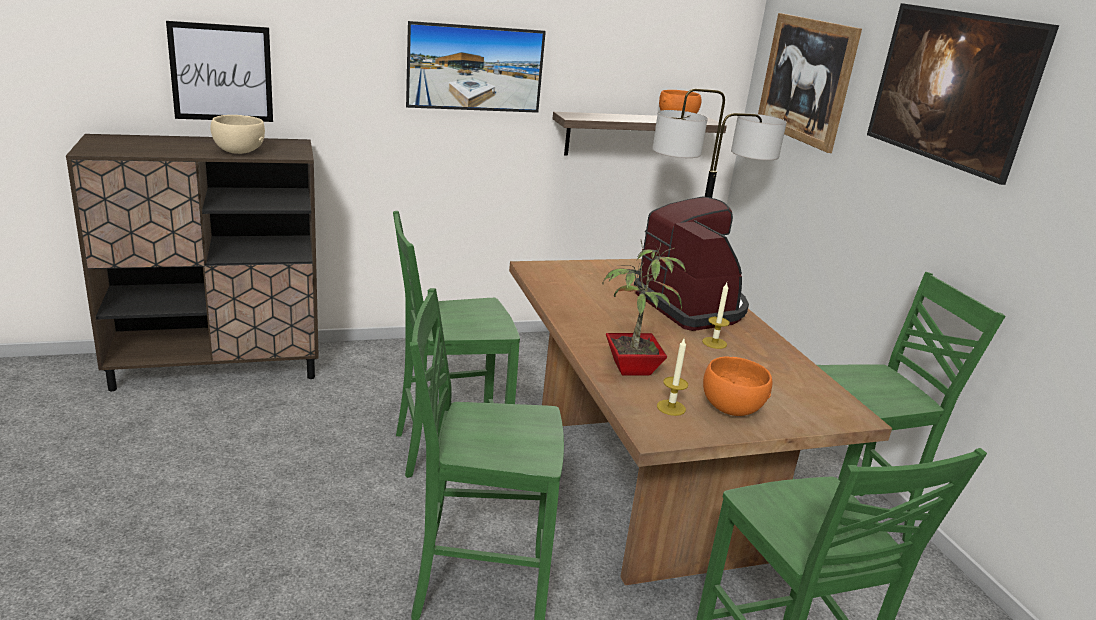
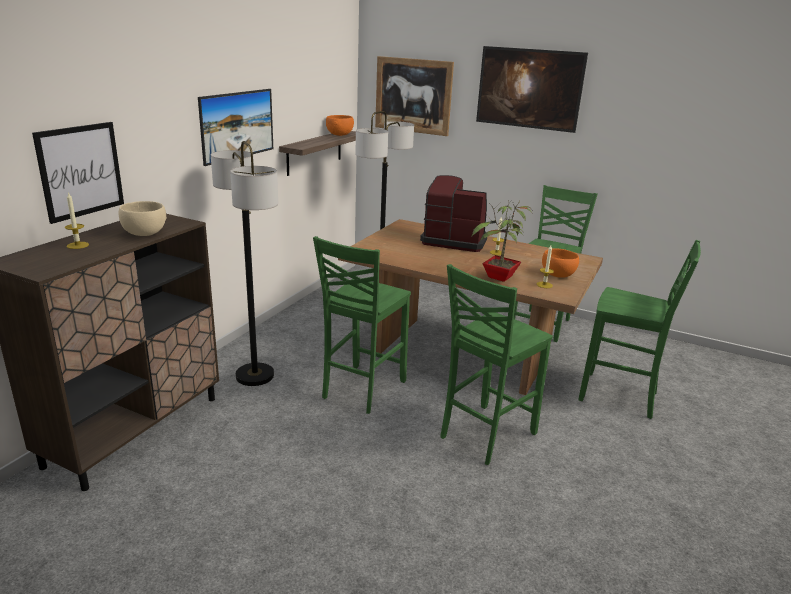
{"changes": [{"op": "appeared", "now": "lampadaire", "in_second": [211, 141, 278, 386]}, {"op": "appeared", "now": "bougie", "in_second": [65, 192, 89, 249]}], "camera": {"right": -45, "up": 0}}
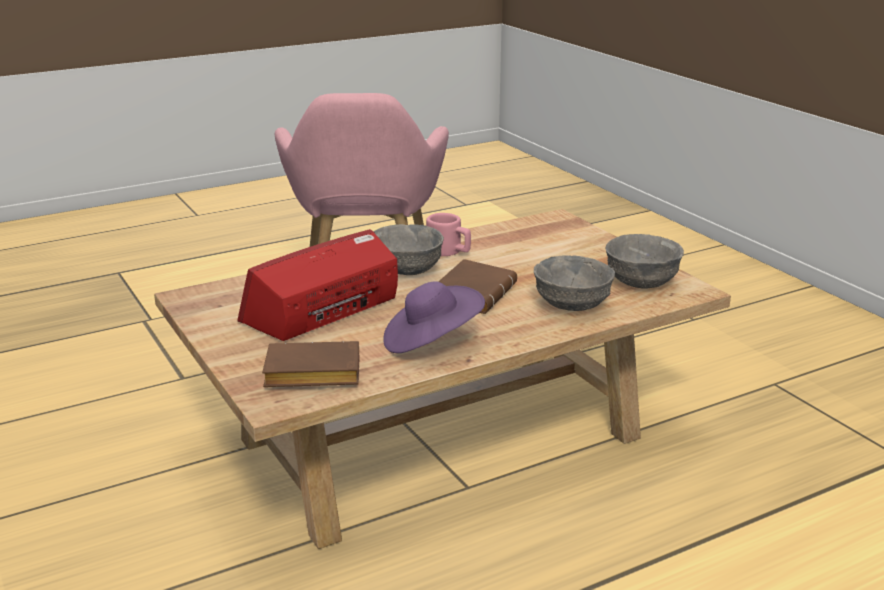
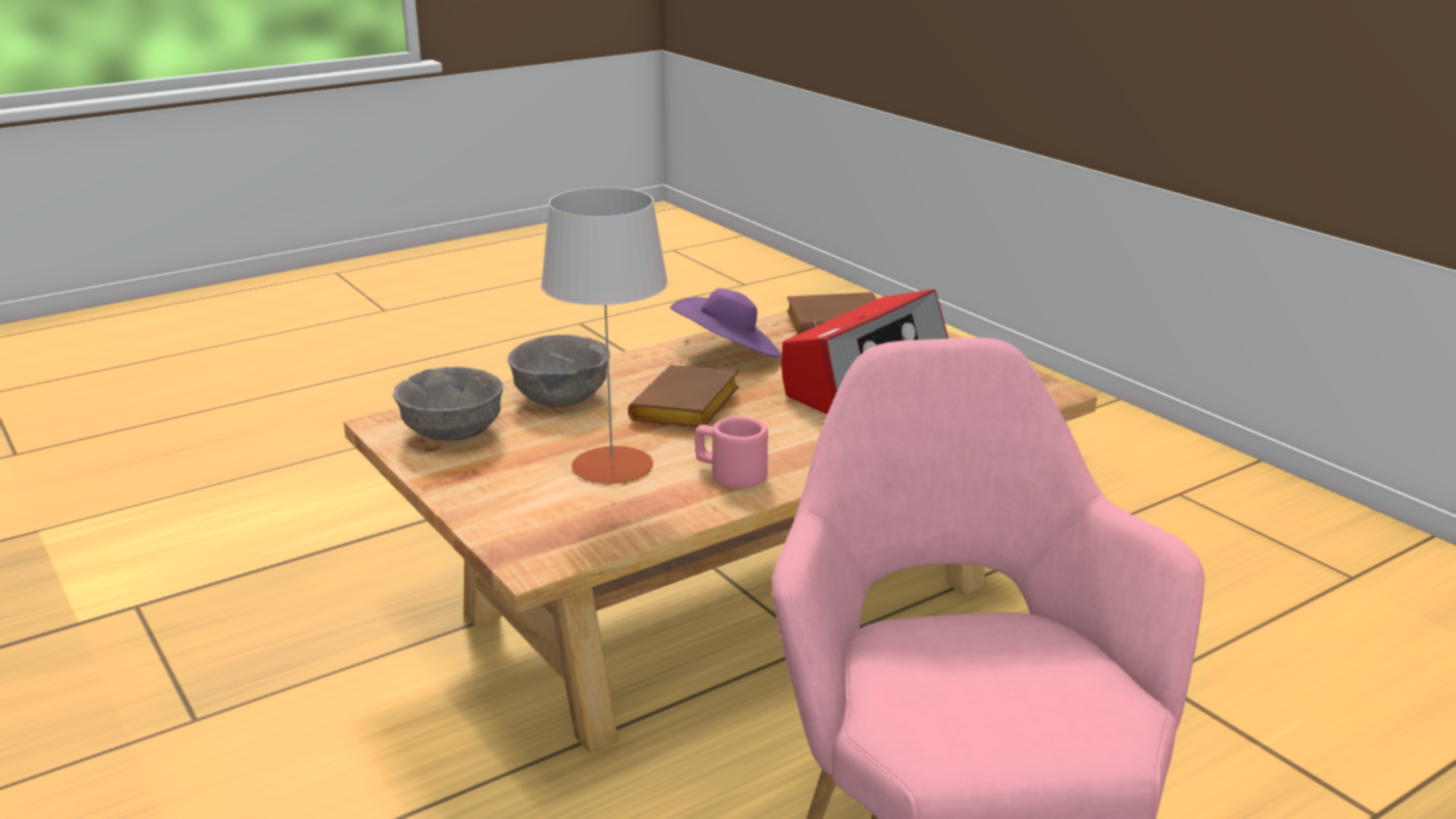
{"changes": [{"op": "missing", "was": "bol (gris)", "in_first": [373, 224, 444, 275]}, {"op": "appeared", "now": "lampe de table (gris)", "in_second": [541, 187, 668, 484]}], "camera": {"right": 175, "up": 0}}
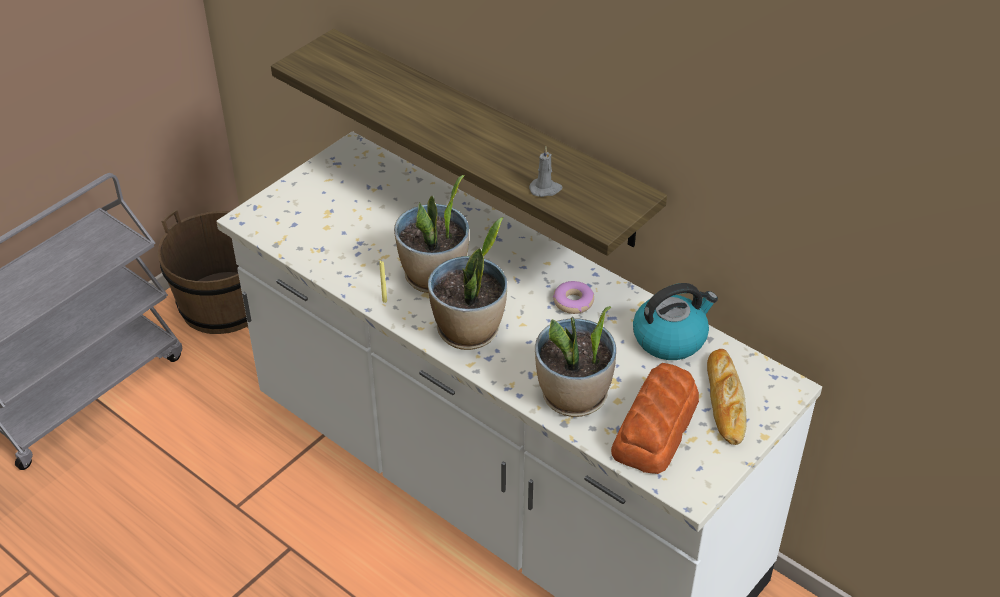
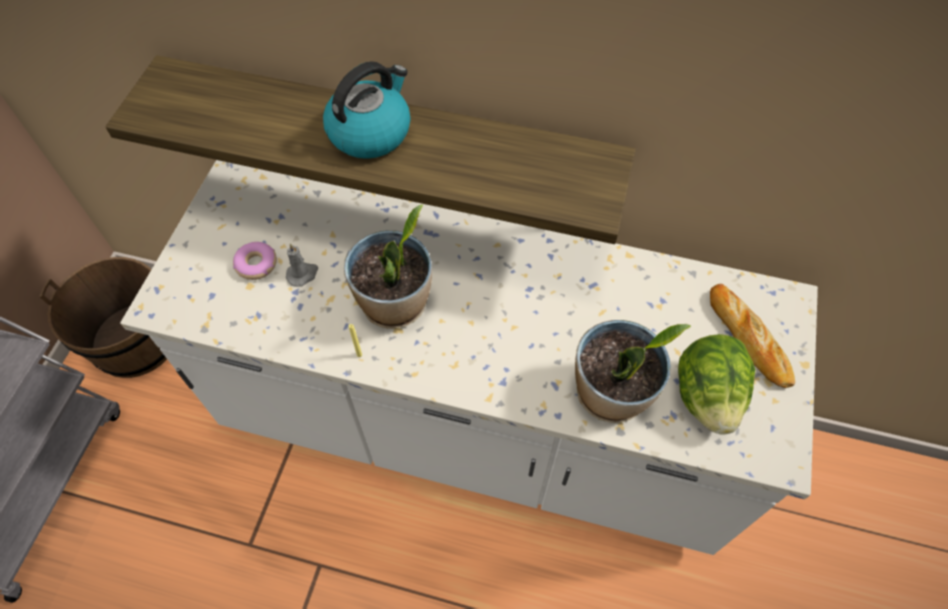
{"changes": [{"op": "relocated", "was": "bougie (gris)", "in_first": [529, 146, 562, 197], "in_second": [286, 243, 318, 287]}, {"op": "missing", "was": "plante en pot", "in_first": [428, 217, 507, 350]}, {"op": "relocated", "was": "beignet", "in_first": [553, 281, 594, 314], "in_second": [233, 242, 277, 280]}, {"op": "relocated", "was": "bouilloire", "in_first": [633, 283, 718, 360], "in_second": [323, 61, 410, 159]}, {"op": "exchanged", "was": "pain", "now": "laitue", "in_first": [611, 363, 699, 474], "in_second": [678, 334, 755, 435]}], "camera": {"right": -25, "up": 15}}
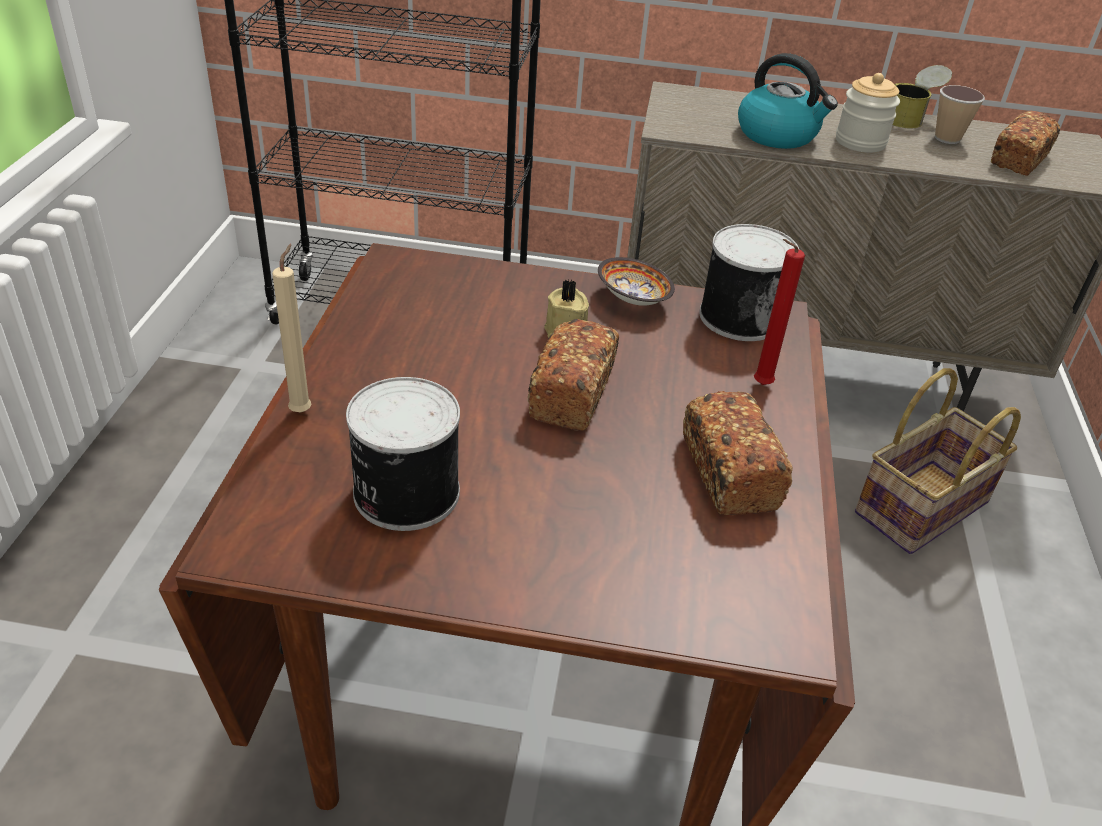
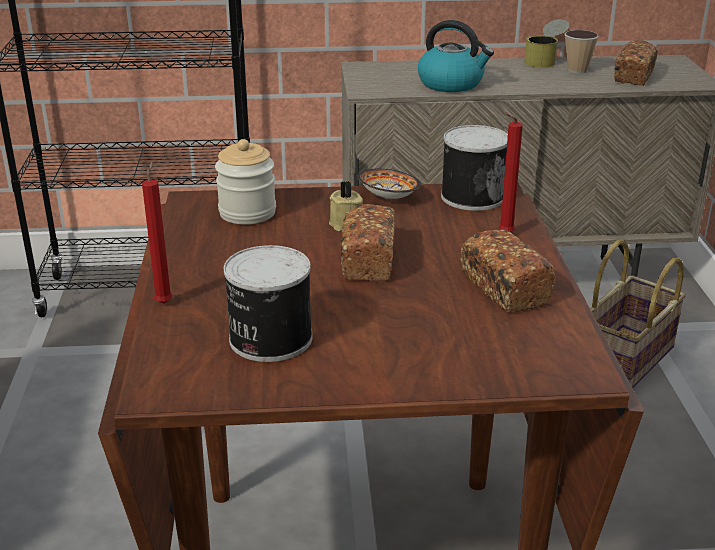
{"changes": [{"op": "relocated", "was": "bocal", "in_first": [836, 73, 900, 152], "in_second": [215, 139, 276, 224]}, {"op": "colour", "was": "bougie (beige)", "now": "bougie (rouge)", "in_first": [272, 244, 312, 413], "in_second": [142, 161, 173, 304]}], "camera": {"right": -10, "up": -10}}
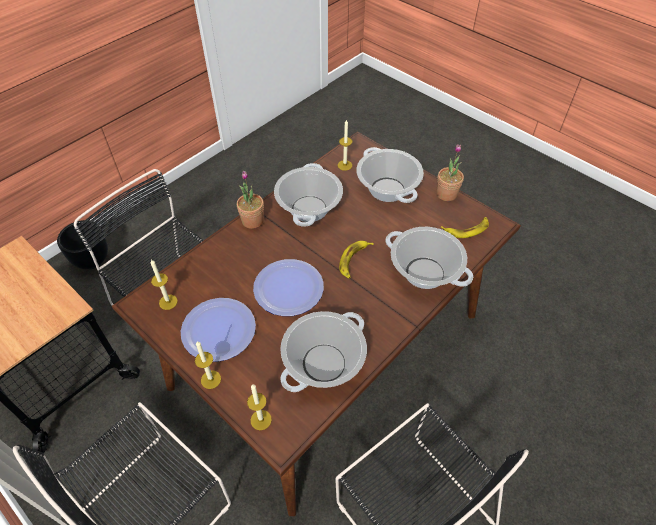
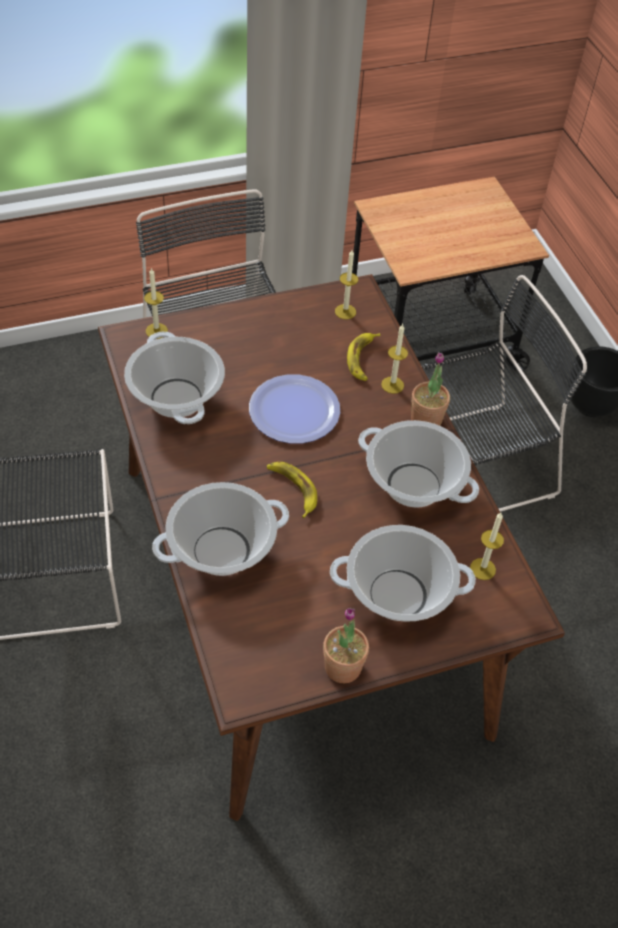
{"changes": [{"op": "relocated", "was": "banane", "in_first": [441, 217, 489, 238], "in_second": [347, 333, 380, 381]}, {"op": "missing", "was": "assiette", "in_first": [181, 298, 256, 362]}, {"op": "relocated", "was": "bougie", "in_first": [195, 341, 221, 389], "in_second": [381, 324, 408, 394]}], "camera": {"right": 115, "up": 0}}
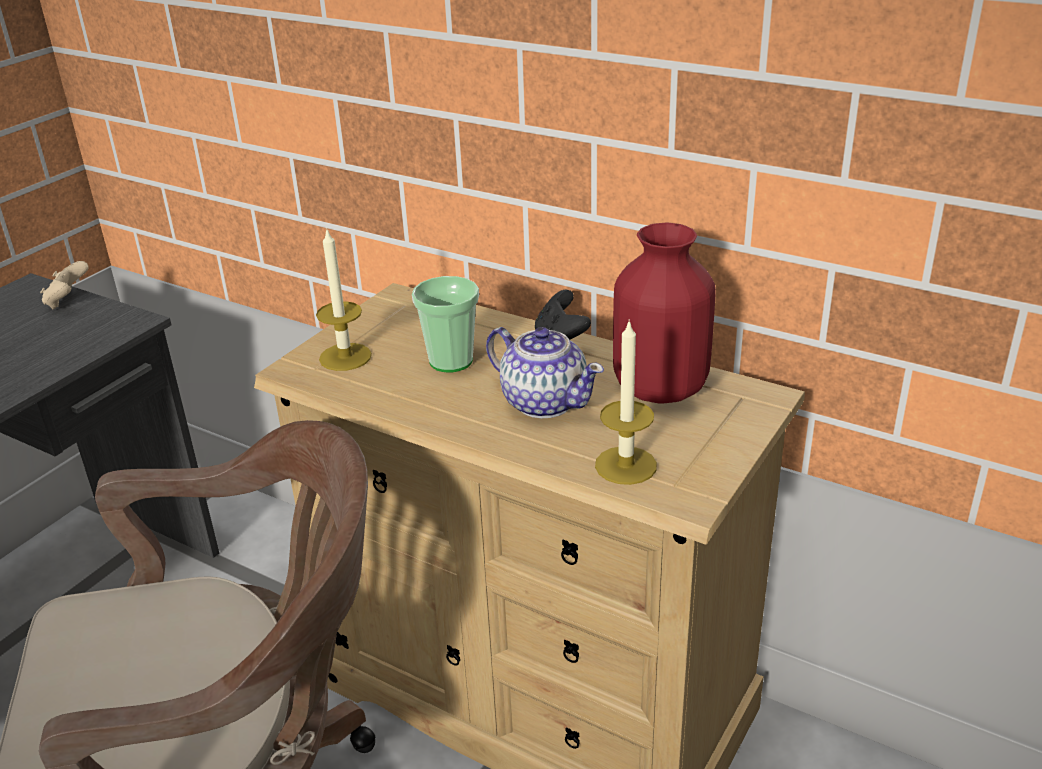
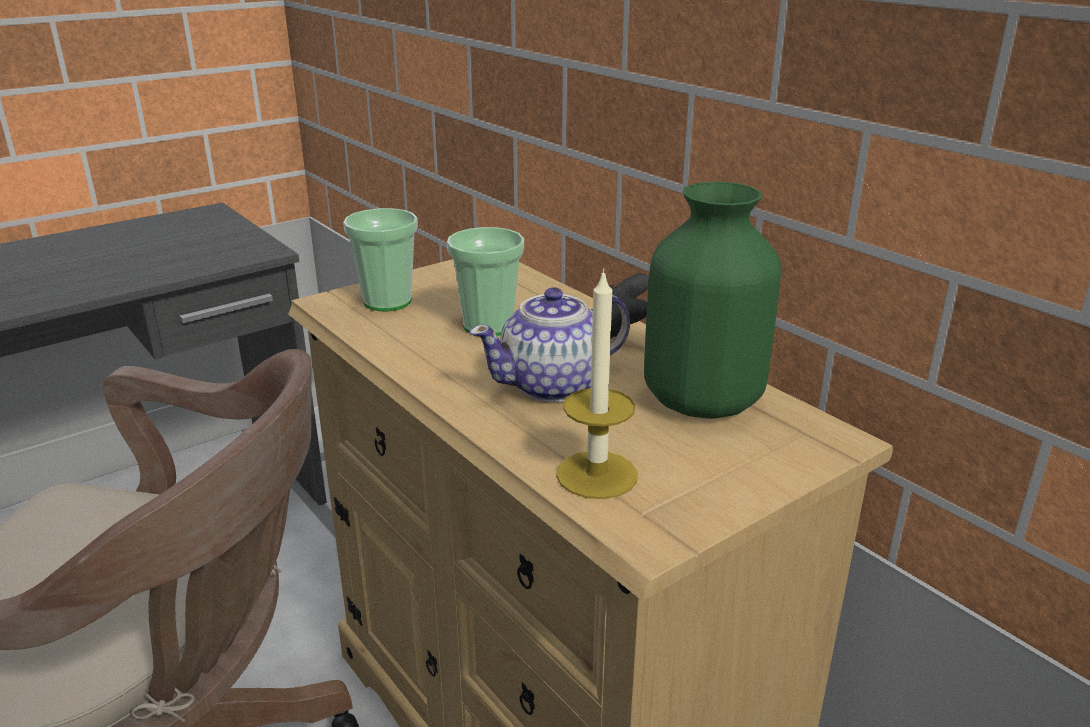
{"changes": [{"op": "colour", "was": "vase (rouge)", "now": "vase (vert)", "in_first": [613, 223, 716, 404], "in_second": [644, 181, 781, 419]}, {"op": "exchanged", "was": "bougie", "now": "tasse", "in_first": [316, 227, 372, 371], "in_second": [343, 208, 418, 311]}, {"op": "missing", "was": "manette (beige)", "in_first": [40, 261, 89, 309]}, {"op": "spun", "was": "théière", "in_first": [486, 327, 604, 418], "in_second": [470, 287, 630, 402], "clockwise": 90}], "camera": {"right": 20, "up": -5}}
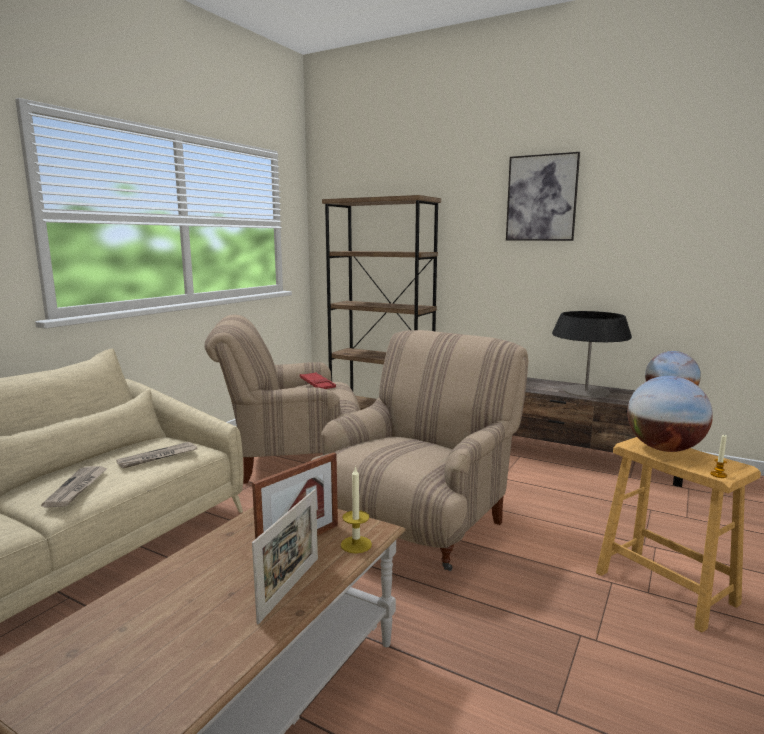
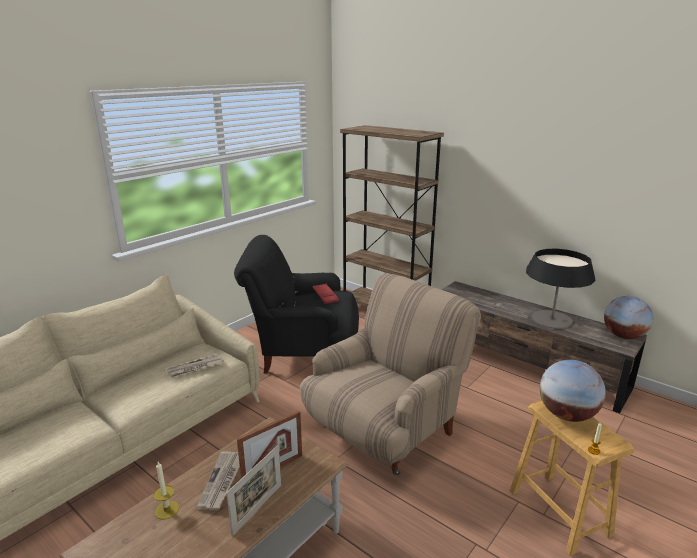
{"changes": [{"op": "missing", "was": "tableau", "in_first": [506, 152, 580, 241]}, {"op": "colour", "was": "fauteuil (beige)", "now": "fauteuil (noir)", "in_first": [204, 315, 361, 484], "in_second": [234, 235, 359, 373]}, {"op": "relocated", "was": "journal", "in_first": [41, 466, 108, 508], "in_second": [197, 452, 240, 510]}, {"op": "relocated", "was": "bougie", "in_first": [341, 466, 372, 553], "in_second": [153, 462, 179, 520]}], "camera": {"right": 10, "up": 10}}
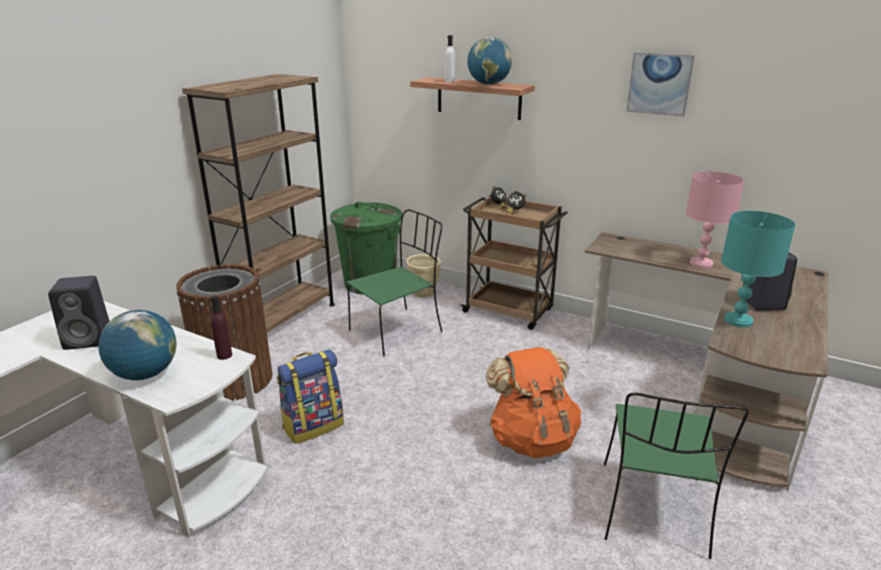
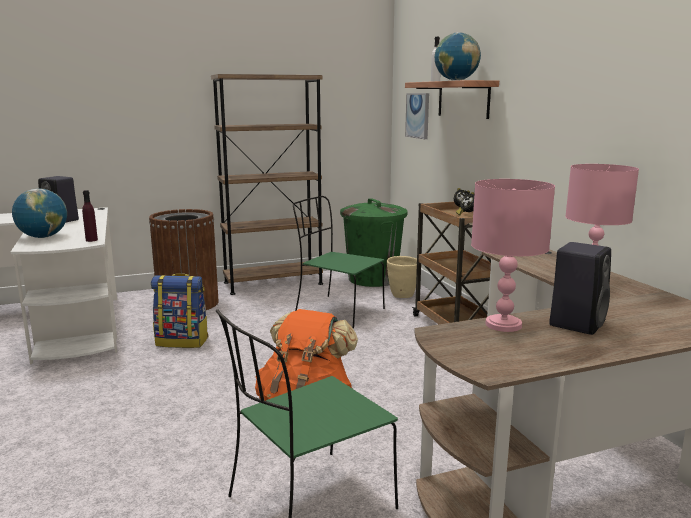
{"changes": [{"op": "relocated", "was": "tableau", "in_first": [627, 52, 695, 116], "in_second": [405, 93, 429, 139]}, {"op": "spun", "was": "chaise (vert)", "in_first": [347, 209, 442, 357], "in_second": [293, 196, 385, 328], "clockwise": -150}, {"op": "colour", "was": "lampe de table (turquoise)", "now": "lampe de table (rose)", "in_first": [721, 211, 795, 327], "in_second": [471, 179, 555, 332]}], "camera": {"right": 40, "up": -10}}
